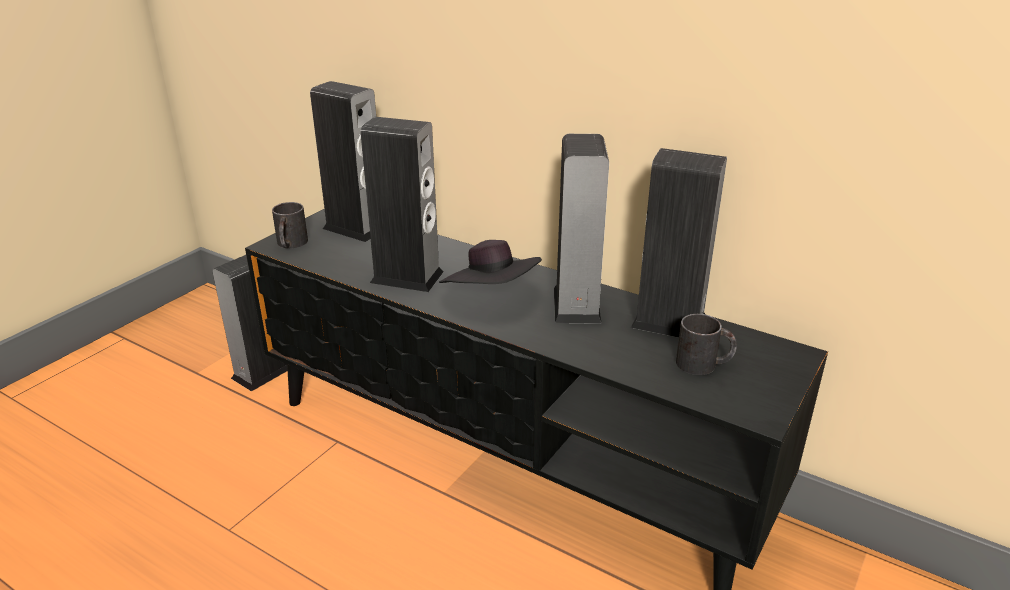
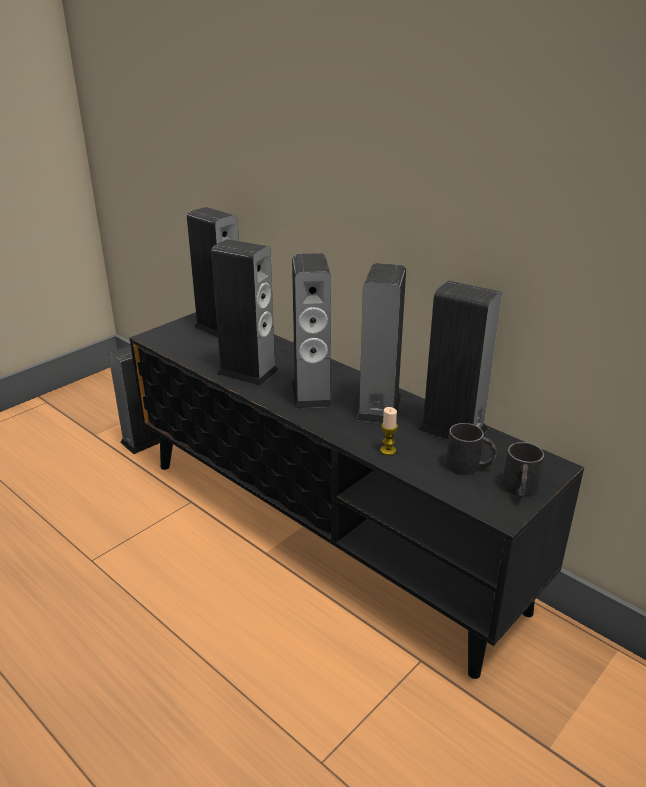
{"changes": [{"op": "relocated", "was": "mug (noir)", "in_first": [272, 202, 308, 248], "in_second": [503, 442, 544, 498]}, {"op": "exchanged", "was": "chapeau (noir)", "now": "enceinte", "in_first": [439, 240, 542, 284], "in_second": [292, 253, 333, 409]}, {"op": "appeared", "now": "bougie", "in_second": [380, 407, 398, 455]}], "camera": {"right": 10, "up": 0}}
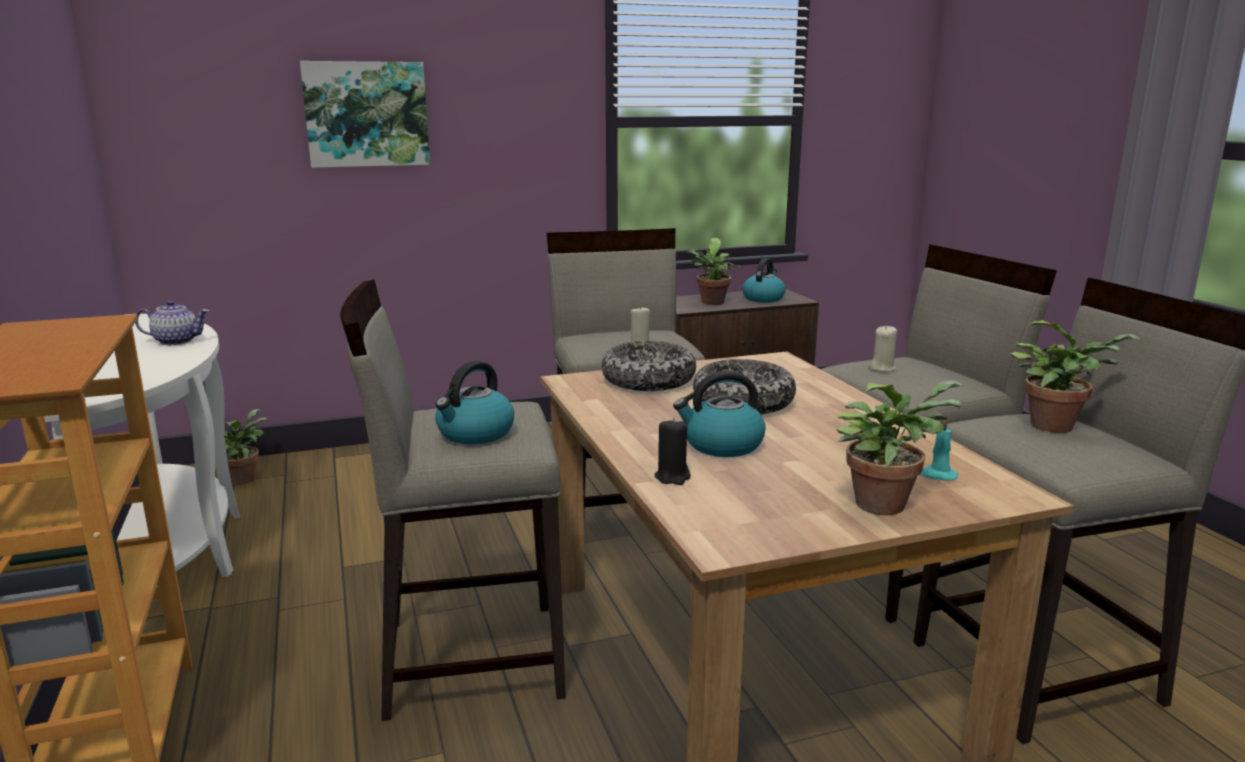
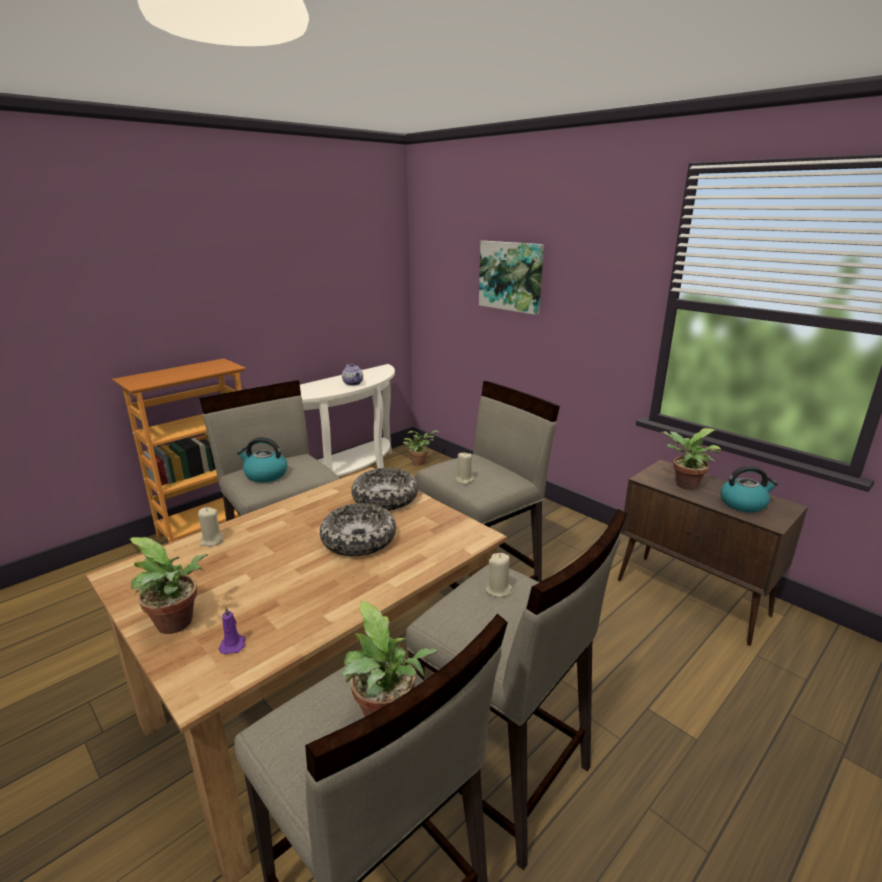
{"changes": [{"op": "missing", "was": "bouilloire", "in_first": [673, 371, 766, 457]}, {"op": "colour", "was": "bougie (noir)", "now": "bougie (beige)", "in_first": [654, 418, 691, 485], "in_second": [198, 507, 224, 546]}, {"op": "colour", "was": "bougie (turquoise)", "now": "bougie (violet)", "in_first": [919, 420, 958, 481], "in_second": [219, 607, 246, 654]}], "camera": {"right": 65, "up": 5}}
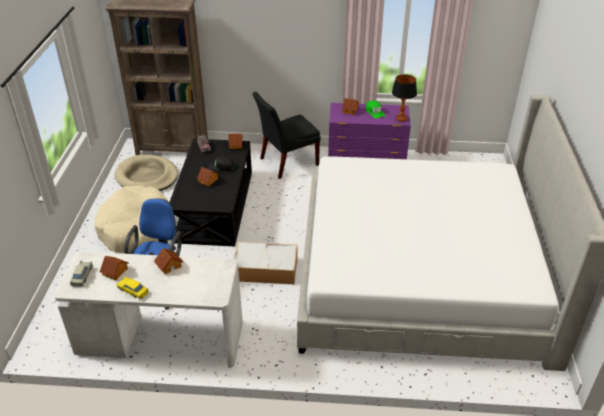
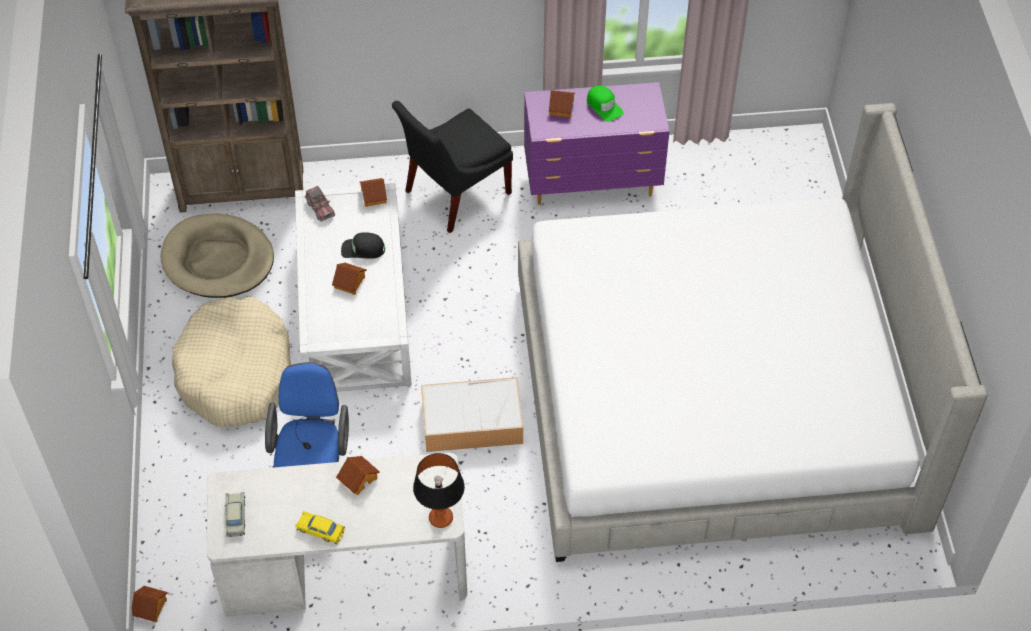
{"changes": [{"op": "relocated", "was": "lampe de table", "in_first": [392, 74, 417, 122], "in_second": [413, 453, 465, 528]}, {"op": "colour", "was": "table basse (noir)", "now": "table basse (blanc)", "in_first": [169, 139, 252, 246], "in_second": [295, 183, 412, 392]}, {"op": "relocated", "was": "maison miniature", "in_first": [100, 256, 129, 281], "in_second": [132, 586, 168, 622]}], "camera": {"right": -10, "up": 15}}
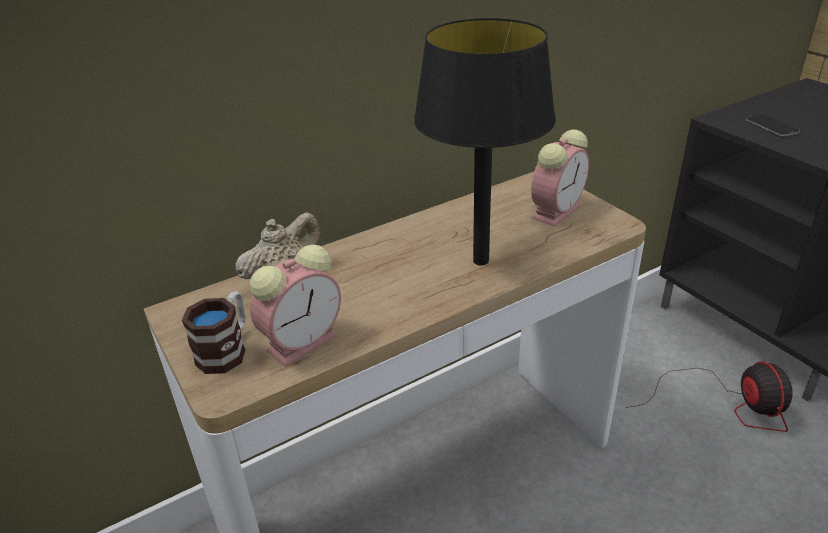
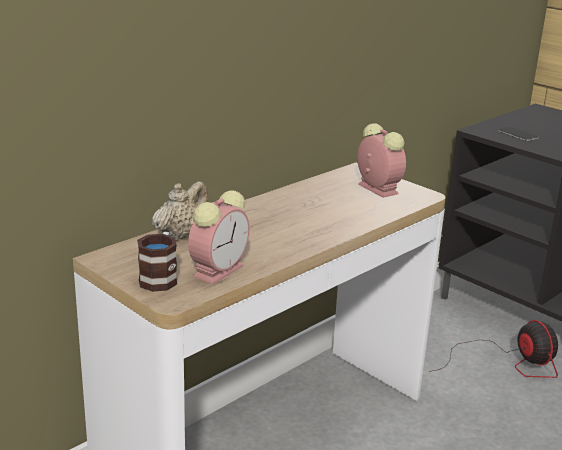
{"changes": [{"op": "missing", "was": "lampe de table (noir)", "in_first": [414, 18, 556, 266]}, {"op": "spun", "was": "réveil", "in_first": [531, 130, 589, 227], "in_second": [357, 123, 406, 198], "clockwise": -60}], "camera": {"right": -15, "up": -10}}
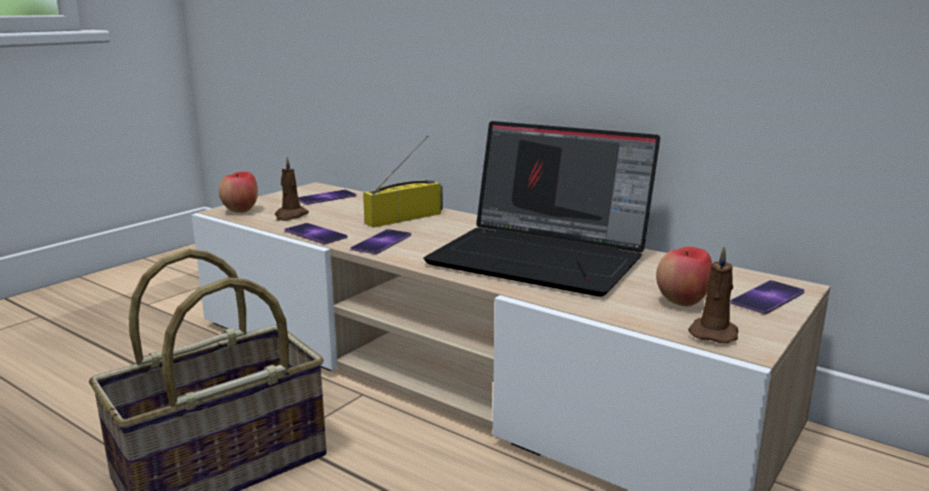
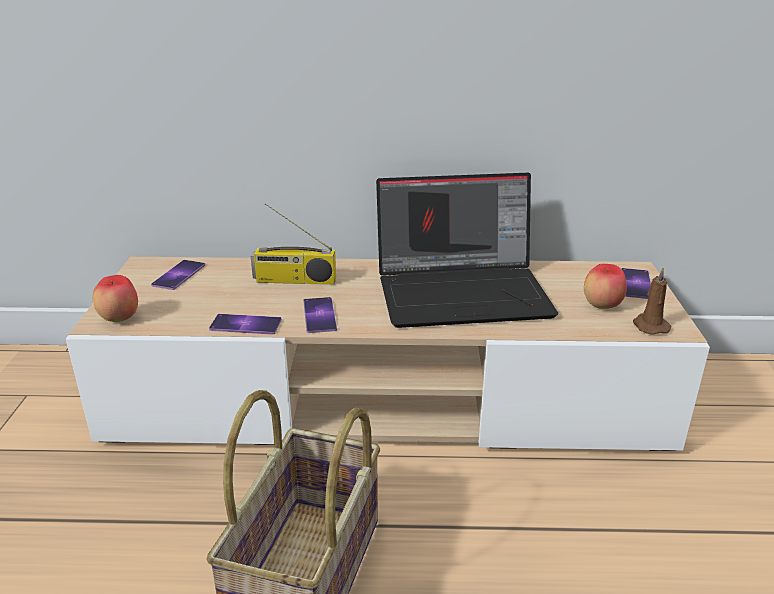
{"changes": [{"op": "spun", "was": "radio", "in_first": [363, 136, 443, 228], "in_second": [251, 203, 336, 285], "clockwise": -105}, {"op": "missing", "was": "bougie (marron)", "in_first": [275, 157, 309, 221]}], "camera": {"right": -35, "up": 10}}
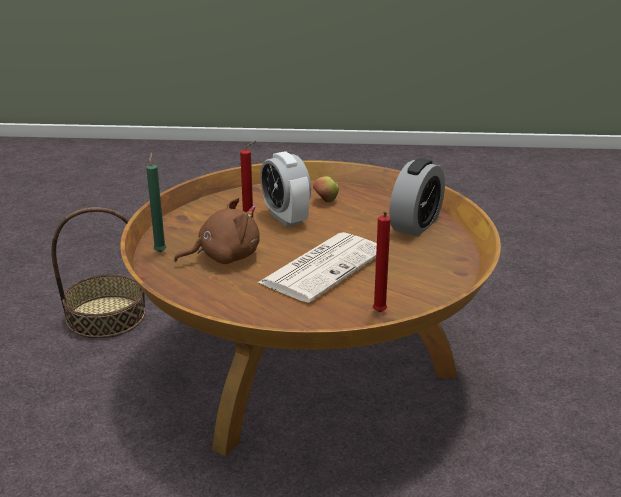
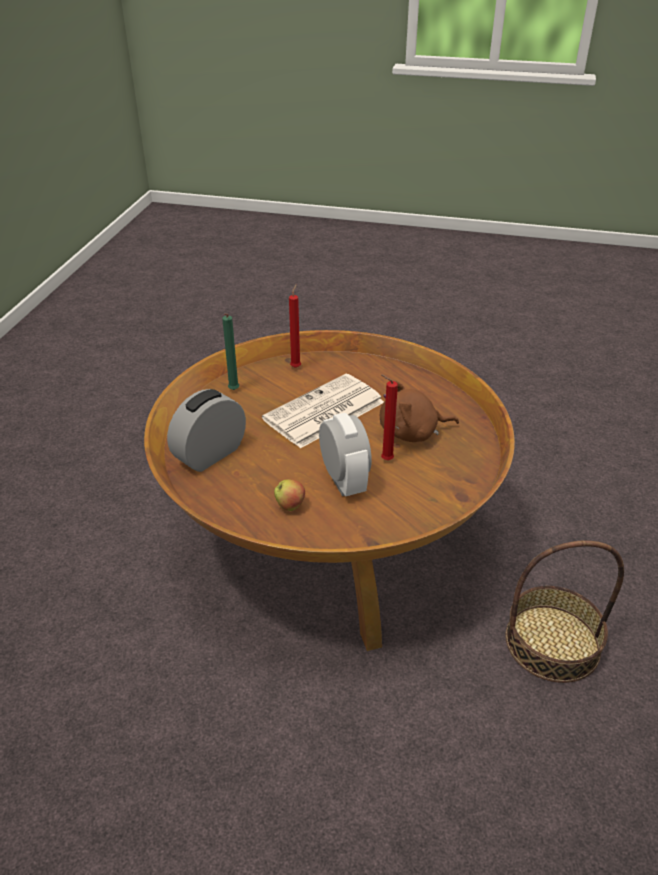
{"changes": [{"op": "relocated", "was": "bougie (vert)", "in_first": [146, 152, 166, 252], "in_second": [222, 314, 239, 390]}], "camera": {"right": -170, "up": 10}}
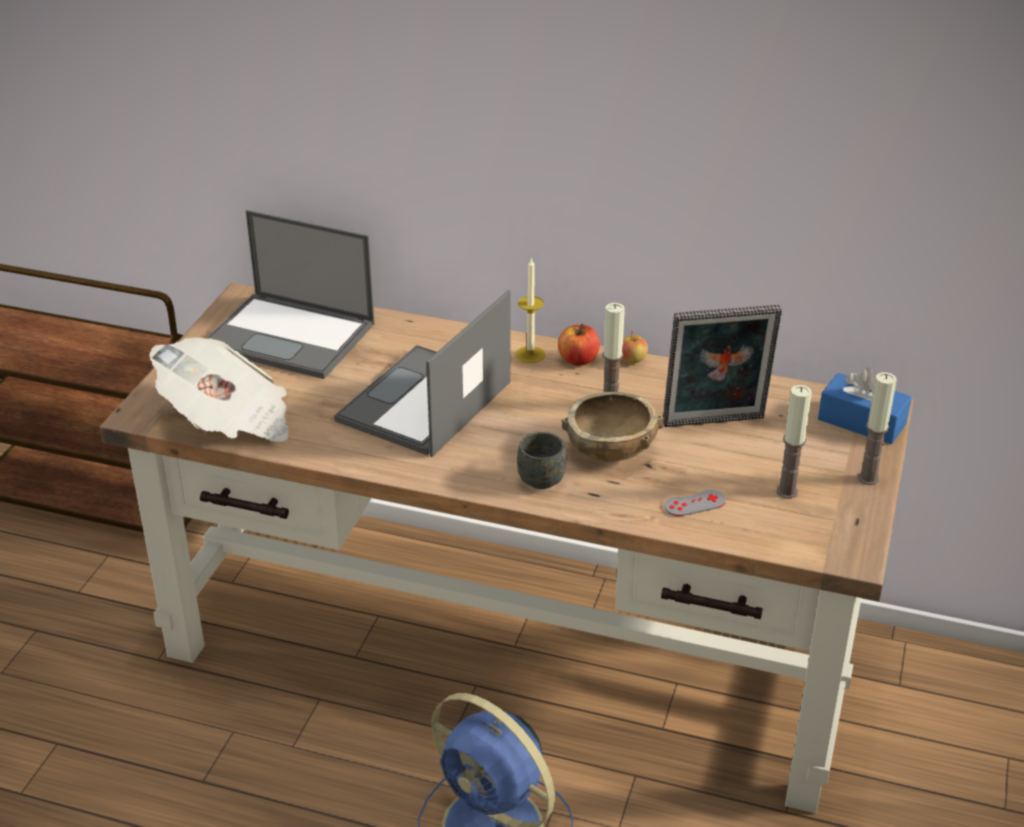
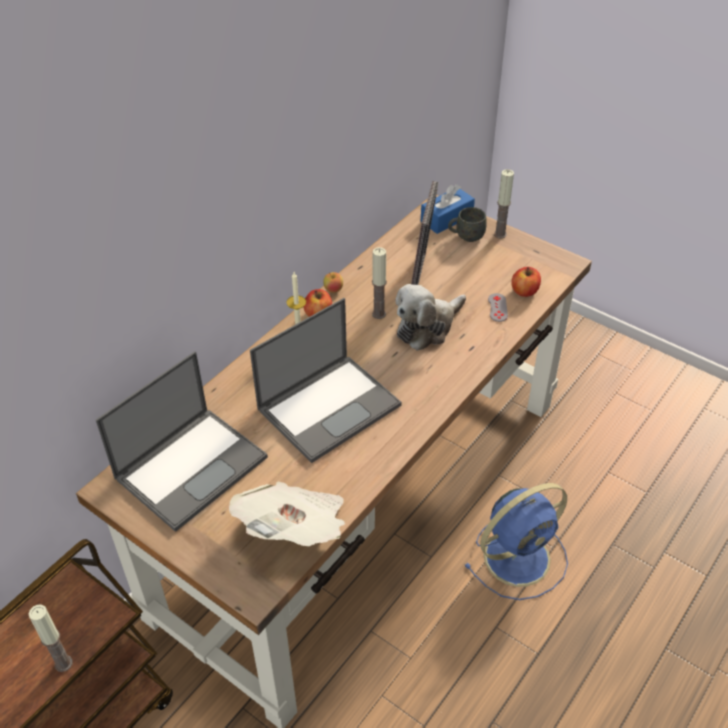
{"changes": [{"op": "spun", "was": "ordinateur portable", "in_first": [334, 290, 510, 457], "in_second": [250, 298, 402, 463], "clockwise": -90}, {"op": "relocated", "was": "bougie", "in_first": [776, 385, 812, 499], "in_second": [29, 605, 73, 672]}, {"op": "exchanged", "was": "bol (marron)", "now": "peluche", "in_first": [562, 392, 664, 462], "in_second": [395, 284, 466, 351]}, {"op": "relocated", "was": "mug (gris)", "in_first": [517, 432, 566, 489], "in_second": [448, 207, 487, 242]}, {"op": "appeared", "now": "pomme", "in_second": [511, 267, 541, 297]}], "camera": {"right": -70, "up": 10}}
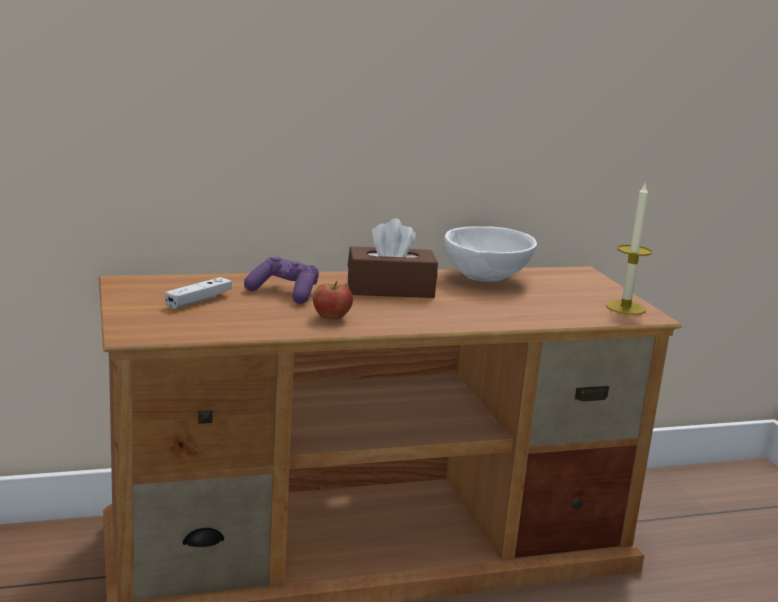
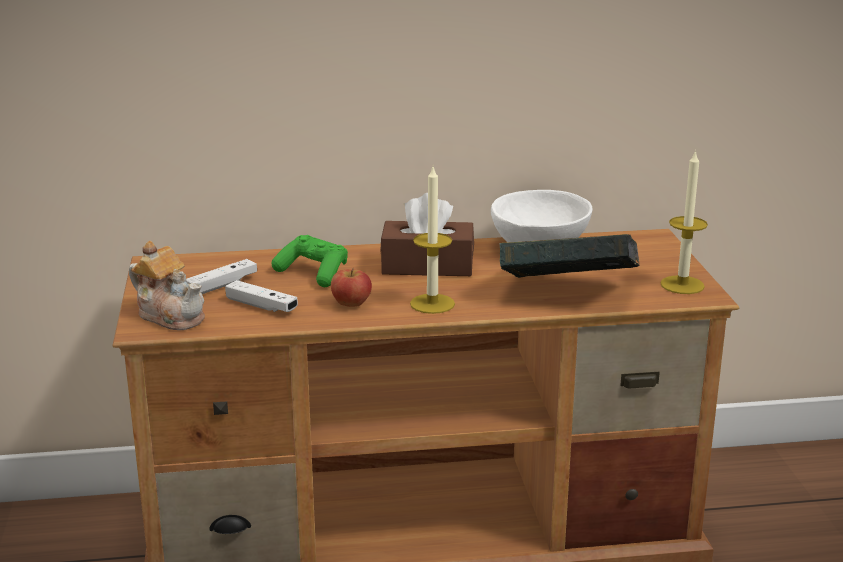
{"changes": [{"op": "colour", "was": "manette (violet)", "now": "manette (vert)", "in_first": [244, 257, 319, 304], "in_second": [271, 235, 348, 287]}, {"op": "appeared", "now": "bougie", "in_second": [410, 167, 455, 314]}, {"op": "appeared", "now": "livre", "in_second": [500, 234, 640, 278]}, {"op": "appeared", "now": "théière", "in_second": [129, 241, 205, 330]}, {"op": "appeared", "now": "manette (blanc)", "in_second": [225, 280, 298, 312]}], "camera": {"right": 10, "up": 5}}
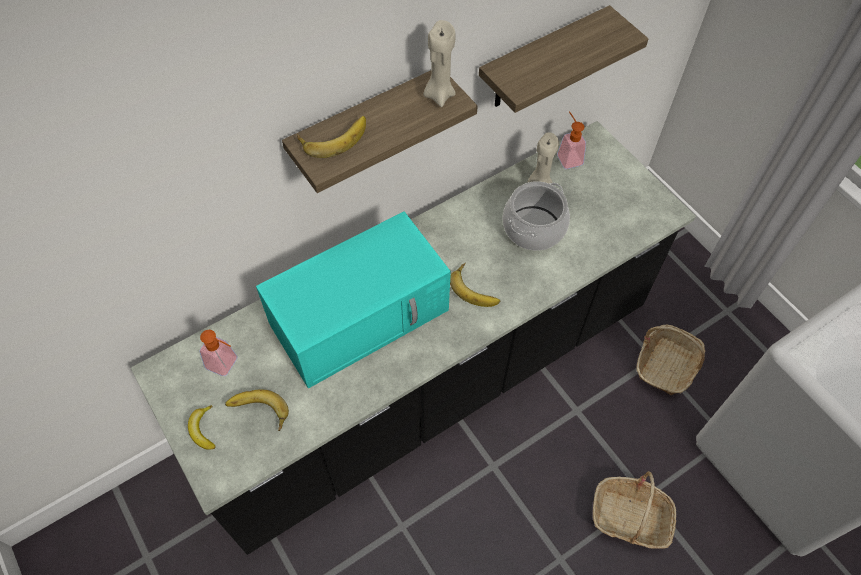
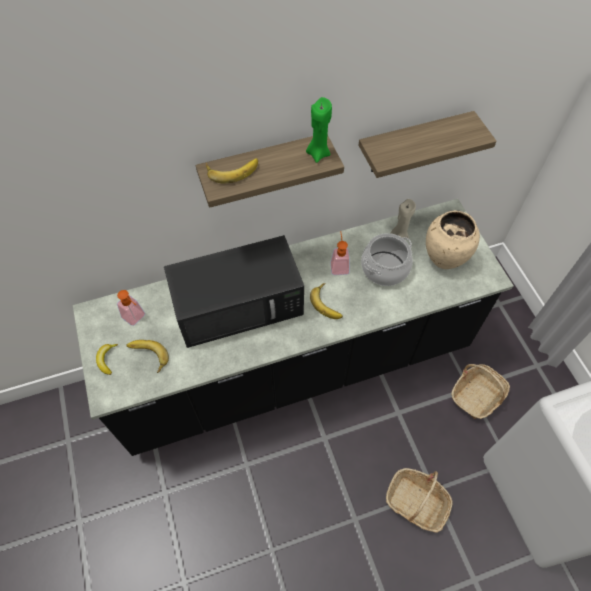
{"changes": [{"op": "colour", "was": "bougie (beige)", "now": "bougie (vert)", "in_first": [423, 20, 456, 107], "in_second": [306, 97, 332, 163]}, {"op": "relocated", "was": "distributeur de savon", "in_first": [557, 111, 586, 169], "in_second": [330, 231, 349, 275]}, {"op": "colour", "was": "micro-ondes (turquoise)", "now": "micro-ondes (noir)", "in_first": [256, 211, 451, 388], "in_second": [164, 235, 304, 348]}, {"op": "appeared", "now": "vase (beige)", "in_second": [426, 210, 480, 269]}], "camera": {"right": 15, "up": 0}}
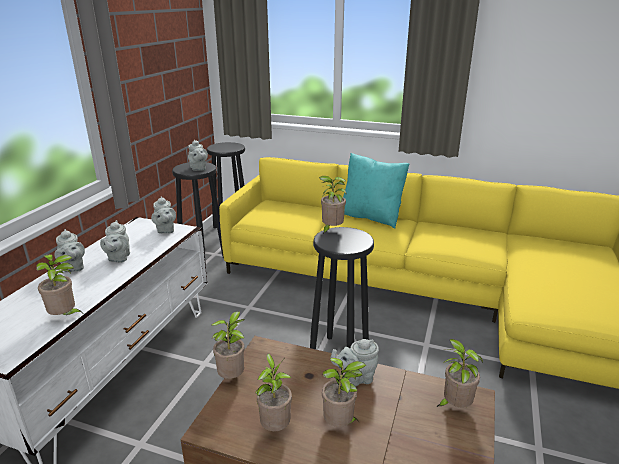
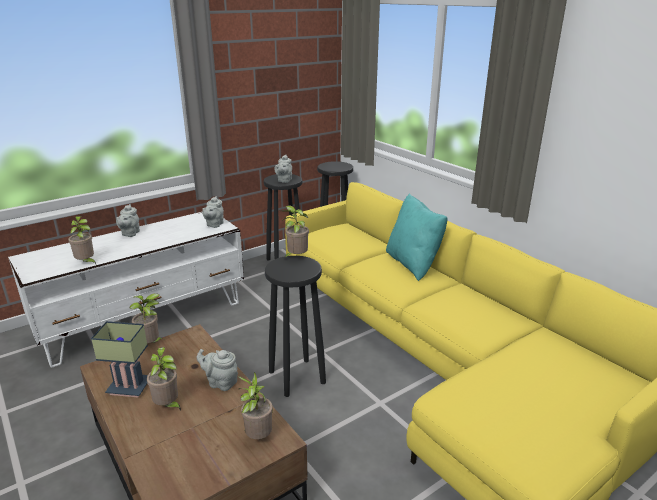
{"changes": [{"op": "missing", "was": "théière (gris)", "in_first": [100, 220, 130, 263]}, {"op": "exchanged", "was": "plante en pot", "now": "lampe de table", "in_first": [255, 353, 292, 431], "in_second": [91, 321, 148, 397]}], "camera": {"right": 35, "up": 0}}
